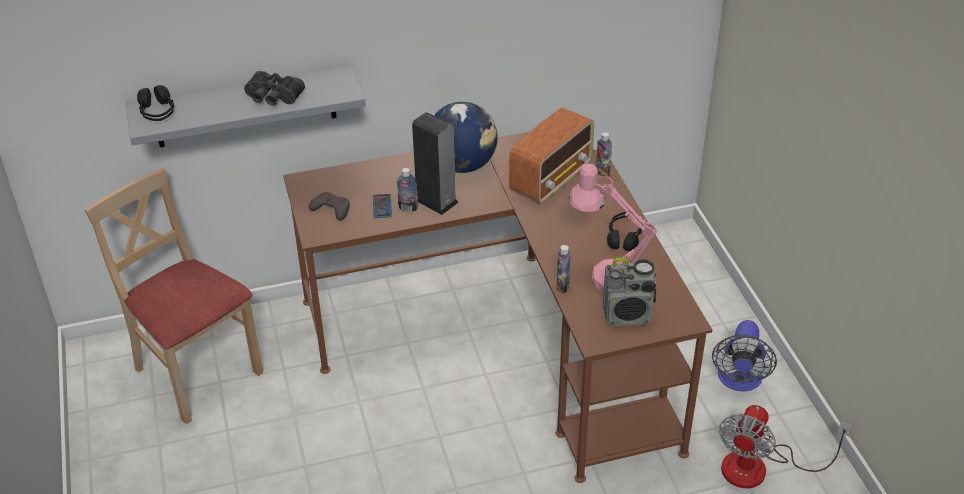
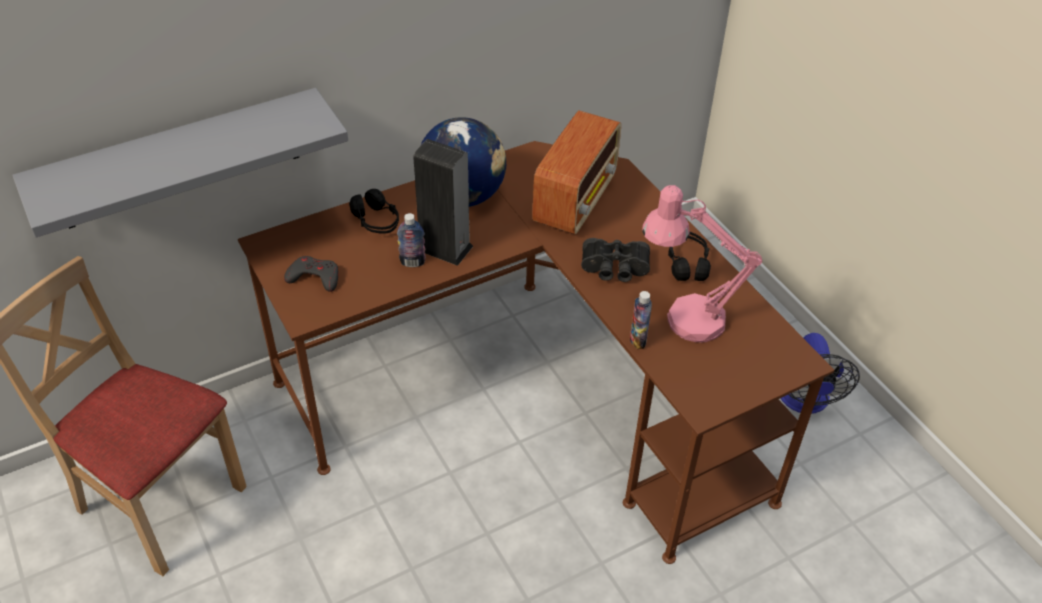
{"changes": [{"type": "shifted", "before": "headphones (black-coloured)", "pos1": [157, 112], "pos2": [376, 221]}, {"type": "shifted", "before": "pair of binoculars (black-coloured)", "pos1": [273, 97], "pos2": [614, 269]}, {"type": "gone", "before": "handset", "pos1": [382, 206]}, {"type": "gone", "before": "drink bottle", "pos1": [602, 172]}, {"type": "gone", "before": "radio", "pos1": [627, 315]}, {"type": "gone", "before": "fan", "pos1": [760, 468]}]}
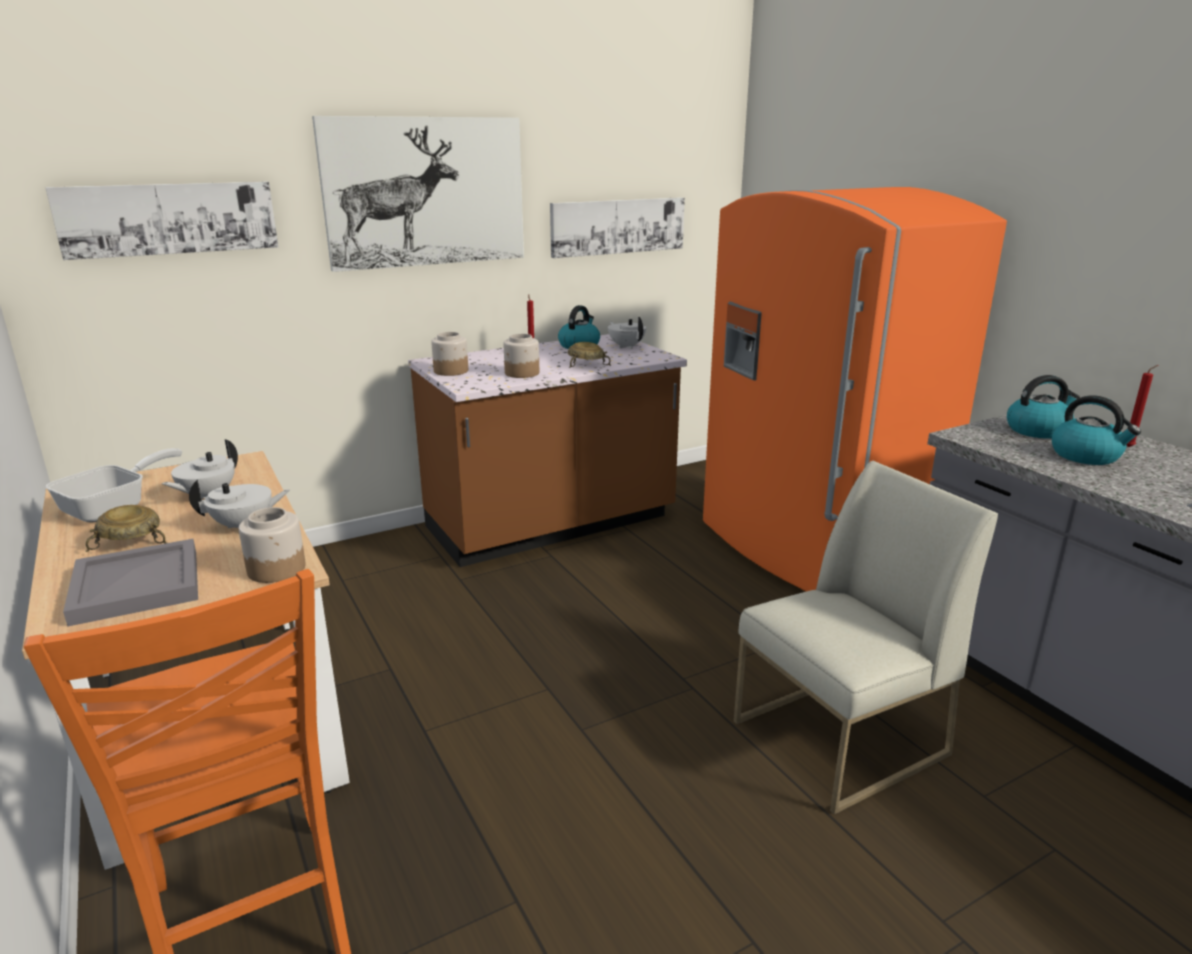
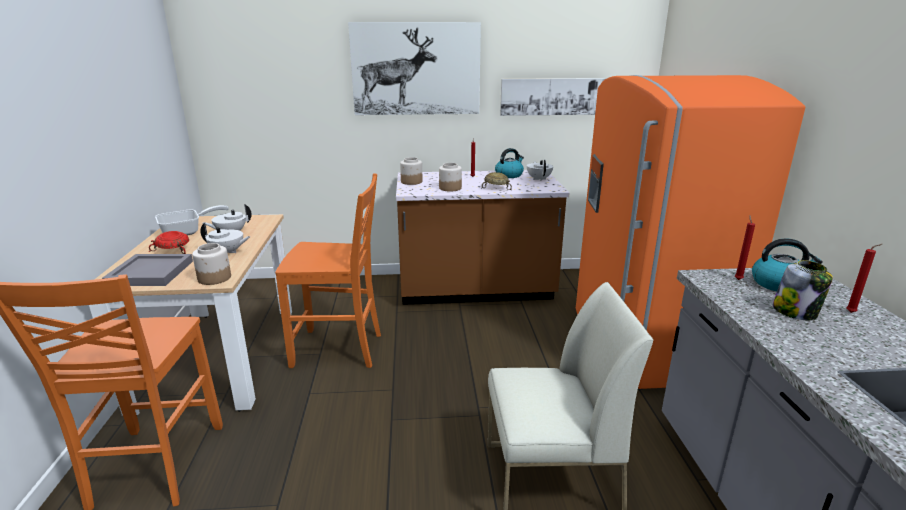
{"changes": [{"type": "gone", "before": "picture", "pos1": [169, 218]}, {"type": "repainted", "before": "deep dish (beige-coloured)", "after": "deep dish (red-coloured)", "pos1": [129, 542], "pos2": [173, 250]}, {"type": "swapped", "before": "tea kettle", "after": "preserve jar", "pos1": [1086, 456], "pos2": [795, 312]}, {"type": "new", "after": "upright chair (orangey)", "pos2": [339, 350]}, {"type": "new", "after": "wax light (red-coloured)", "pos2": [738, 279]}]}
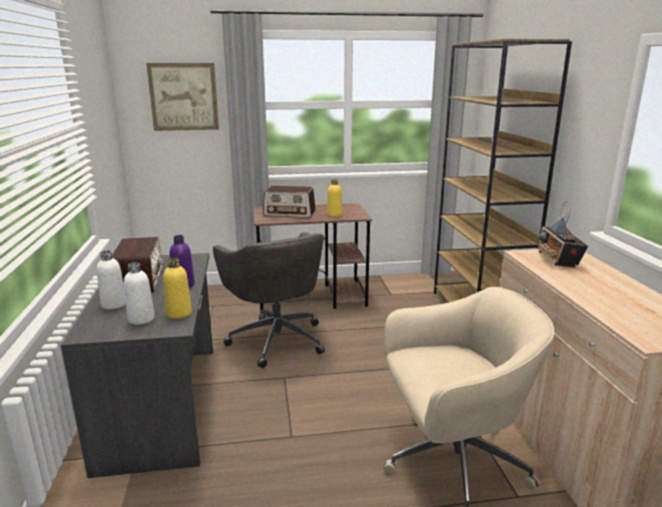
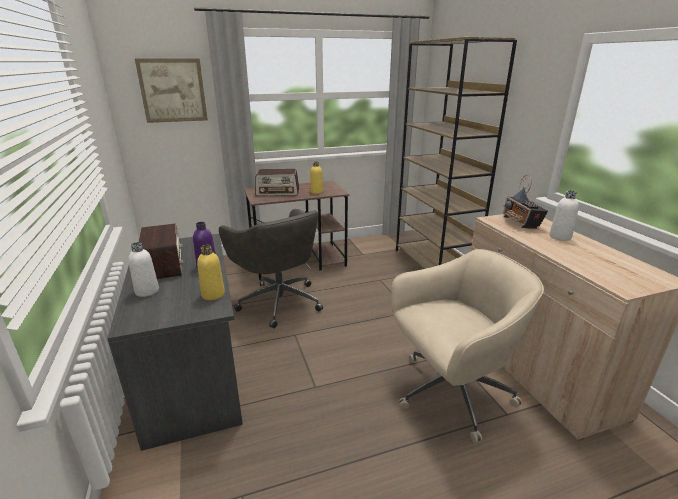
{"changes": [{"type": "shifted", "before": "drink bottle (whitish)", "pos1": [141, 319], "pos2": [560, 237]}]}
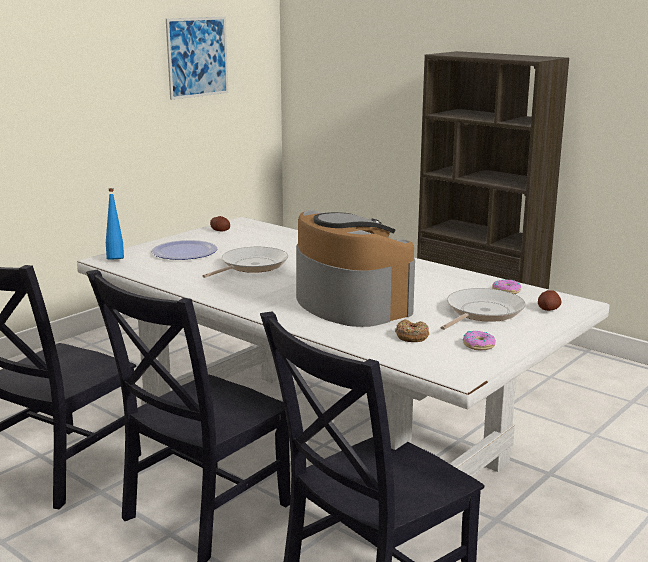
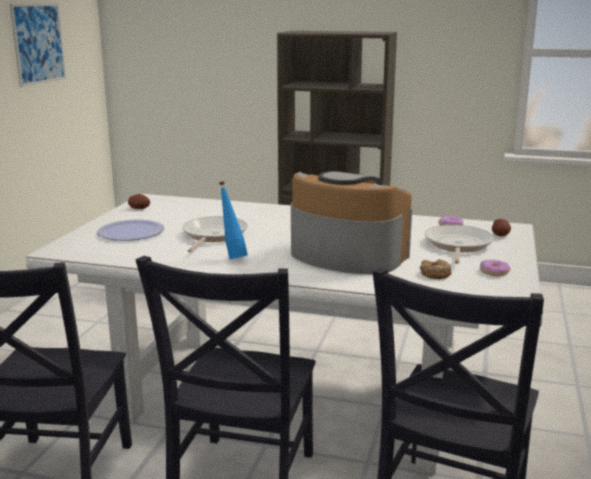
{"changes": [{"type": "shifted", "before": "drink bottle (blue-coloured)", "pos1": [115, 258], "pos2": [232, 257]}]}
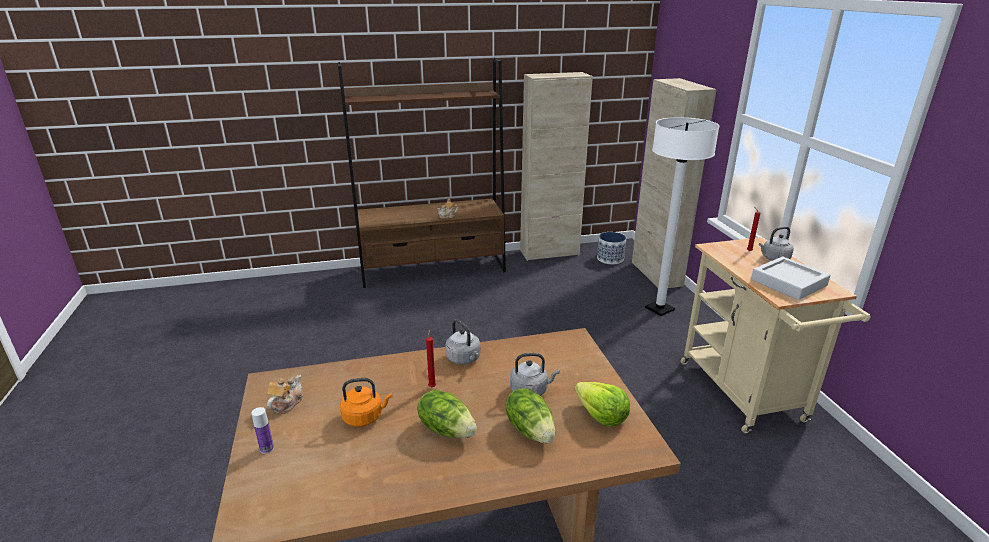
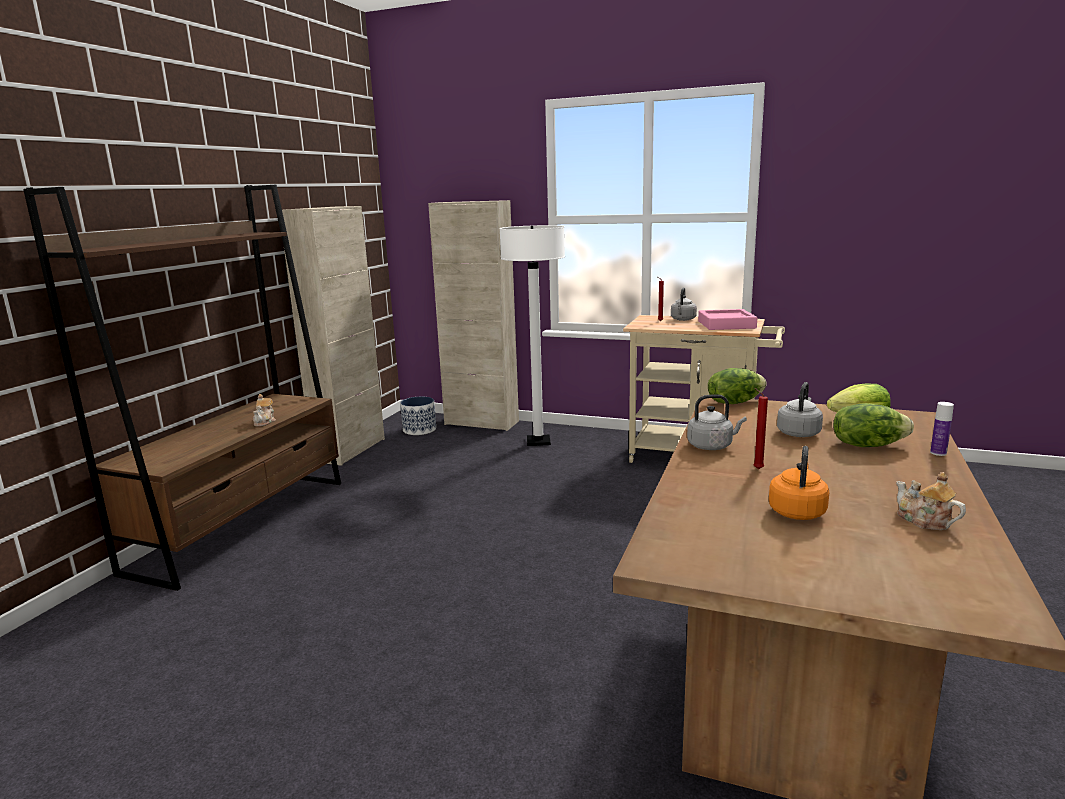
{"changes": [{"type": "shifted", "before": "drink bottle", "pos1": [267, 448], "pos2": [938, 453]}, {"type": "shifted", "before": "pot for tea", "pos1": [286, 403], "pos2": [924, 521]}, {"type": "shifted", "before": "lettuce head", "pos1": [447, 429], "pos2": [734, 402]}, {"type": "repainted", "before": "carrying tray (grey)", "after": "carrying tray (pink-coloured)", "pos1": [788, 282], "pos2": [726, 325]}]}
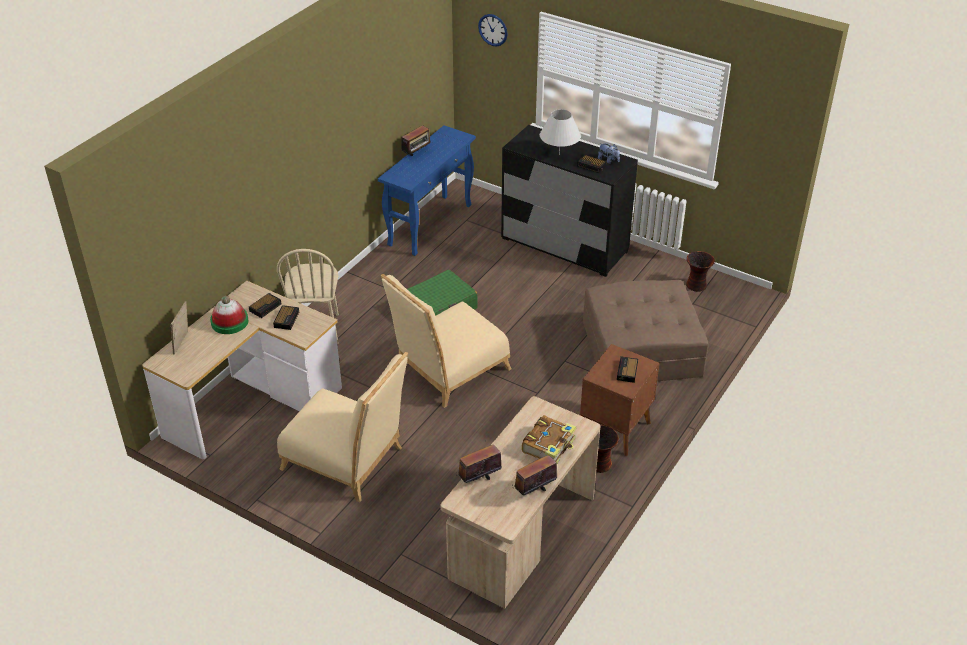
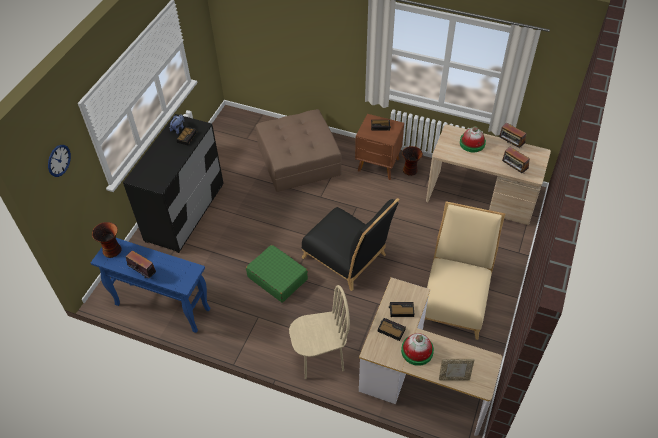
{"changes": [{"type": "repainted", "before": "upright chair (beige-coloured)", "after": "upright chair (black-coloured)", "pos1": [448, 371], "pos2": [348, 259]}, {"type": "swapped", "before": "bound book", "after": "wearable hat", "pos1": [549, 446], "pos2": [472, 143]}, {"type": "gone", "before": "tabletop lamp (whitish)", "pos1": [559, 154]}, {"type": "shifted", "before": "flower vase", "pos1": [697, 285], "pos2": [112, 250]}]}
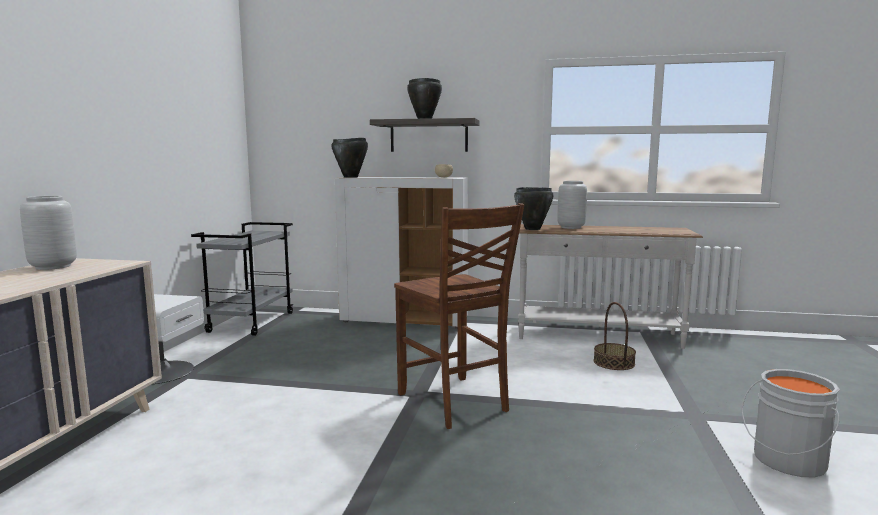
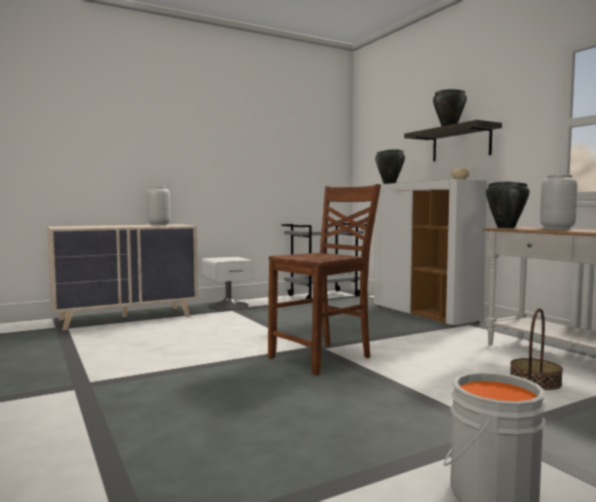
{"changes": [{"type": "rotated", "before": "upright chair (brownish)", "pos1": [454, 403], "pos2": [323, 358], "turn": -150}]}
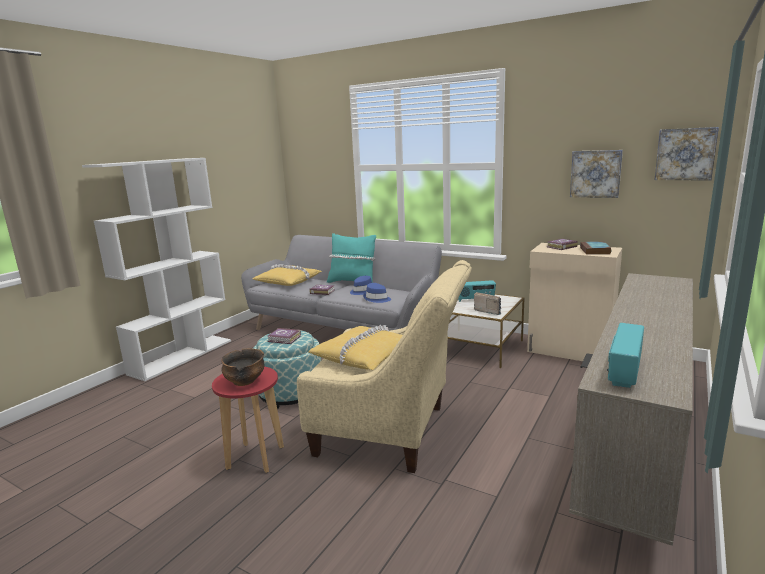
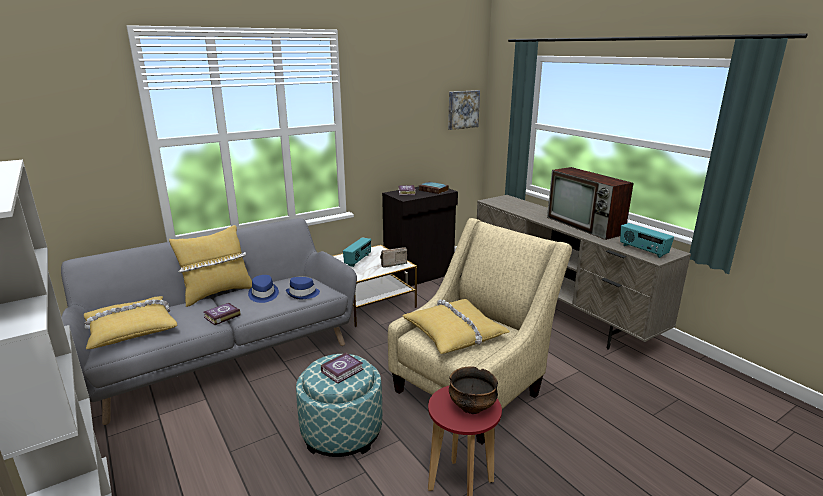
{"changes": [{"type": "repainted", "before": "cushion (turquoise-coloured)", "after": "cushion (yellow-coloured)", "pos1": [352, 282], "pos2": [217, 293]}, {"type": "repainted", "before": "storage cabinet (beige-coloured)", "after": "storage cabinet (black-coloured)", "pos1": [570, 351], "pos2": [420, 275]}, {"type": "gone", "before": "picture", "pos1": [595, 174]}, {"type": "new", "after": "TV set", "pos2": [585, 226]}]}
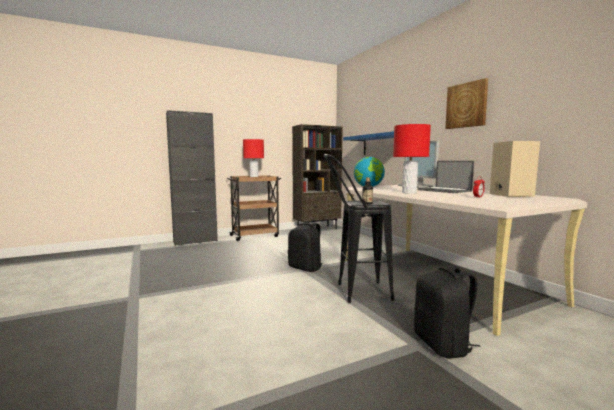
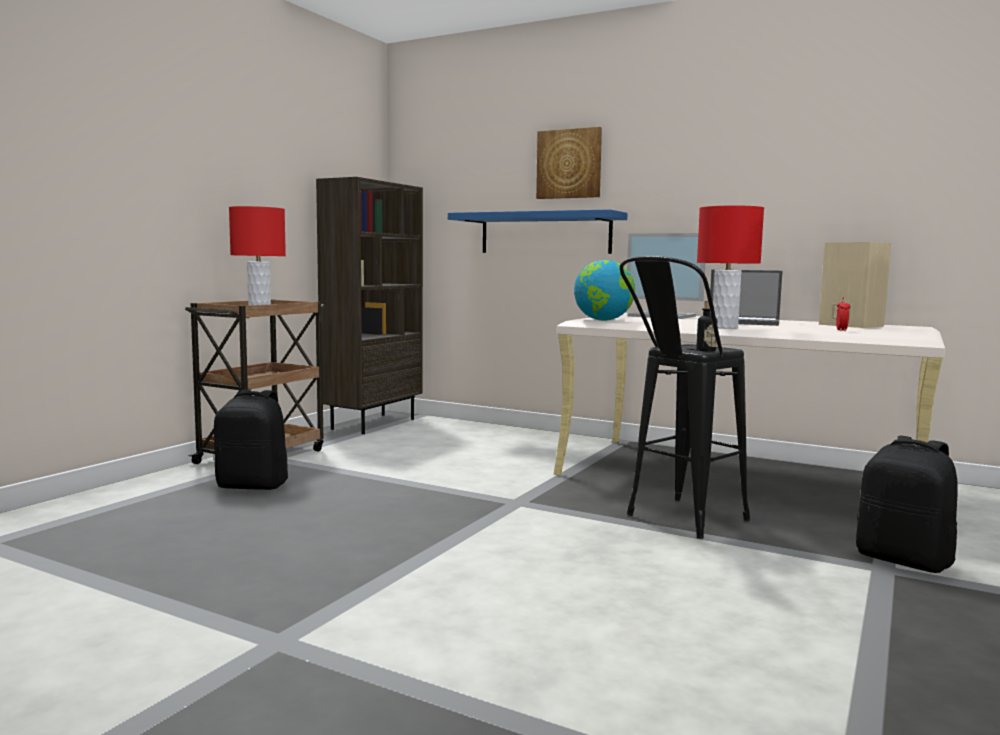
{"changes": [{"type": "gone", "before": "storage cabinet (black-coloured)", "pos1": [195, 241]}, {"type": "shifted", "before": "rucksack (black-coloured)", "pos1": [306, 268], "pos2": [253, 485]}, {"type": "shifted", "before": "picture", "pos1": [466, 105], "pos2": [569, 164]}]}
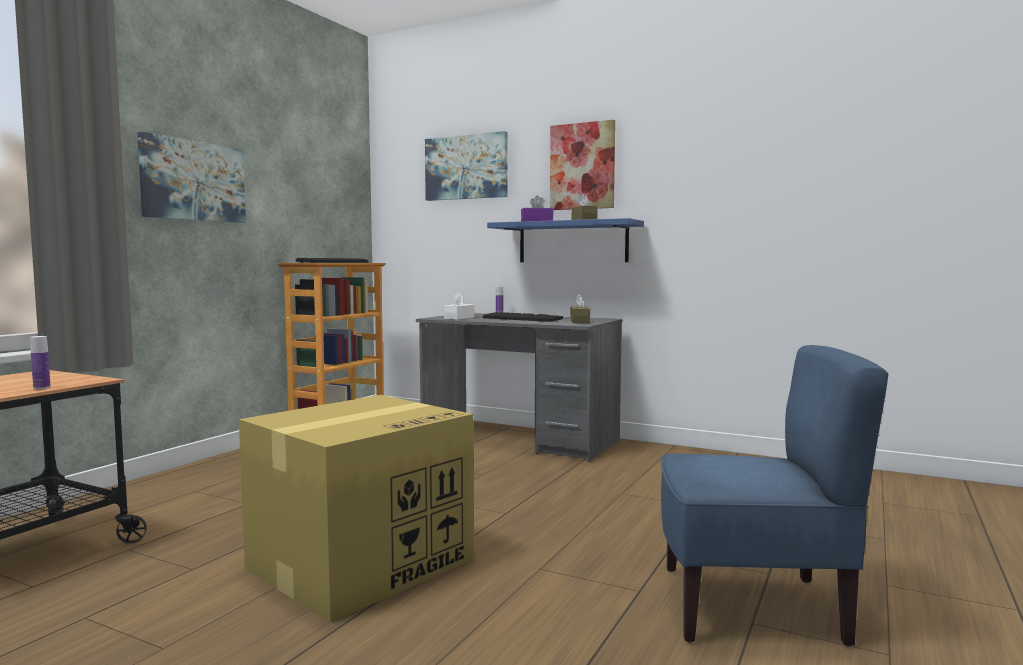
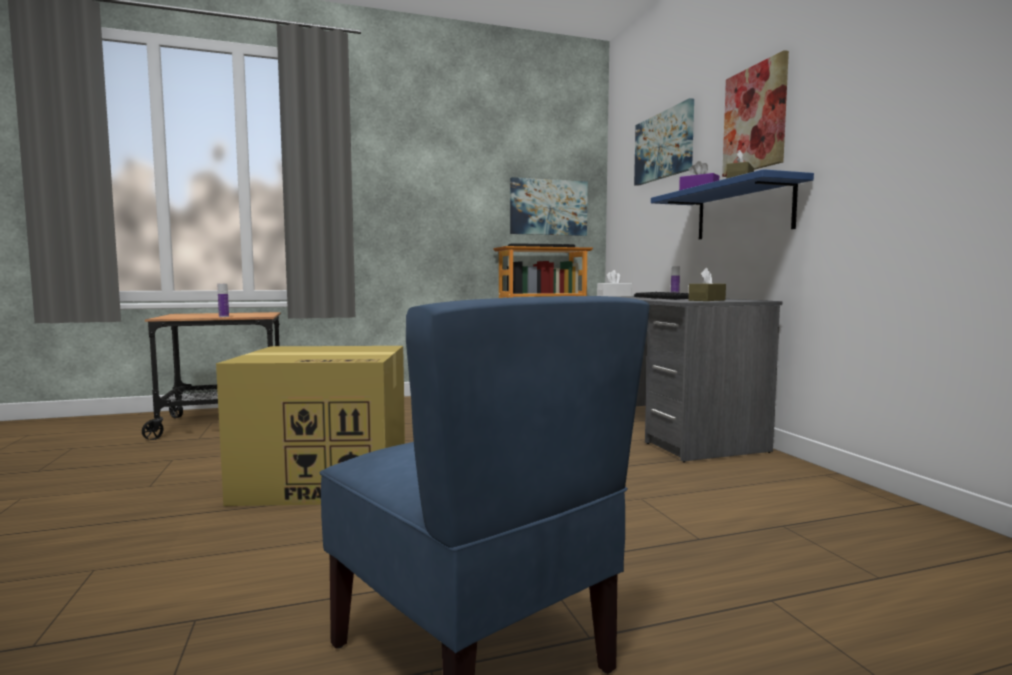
{"changes": [{"type": "shifted", "before": "picture", "pos1": [193, 181], "pos2": [548, 207]}]}
